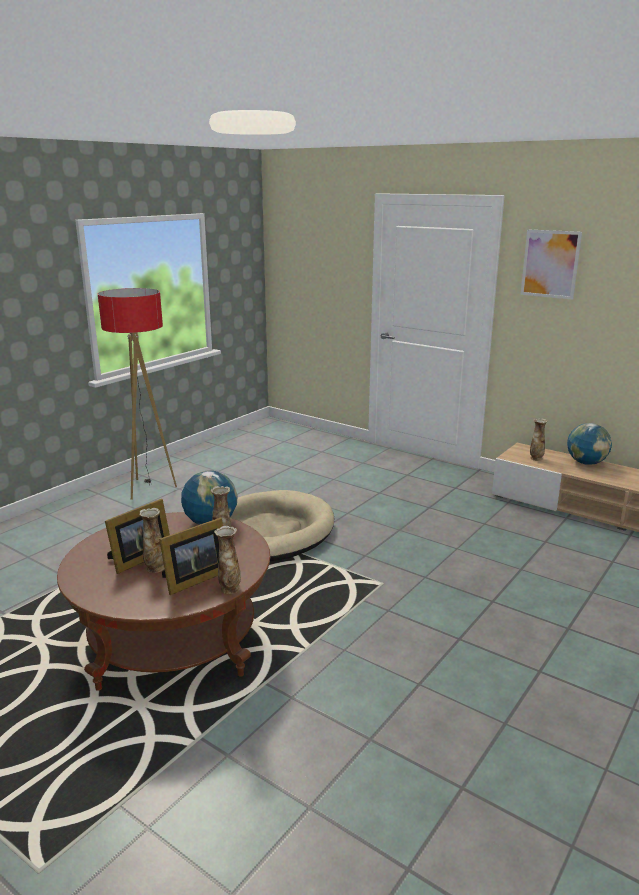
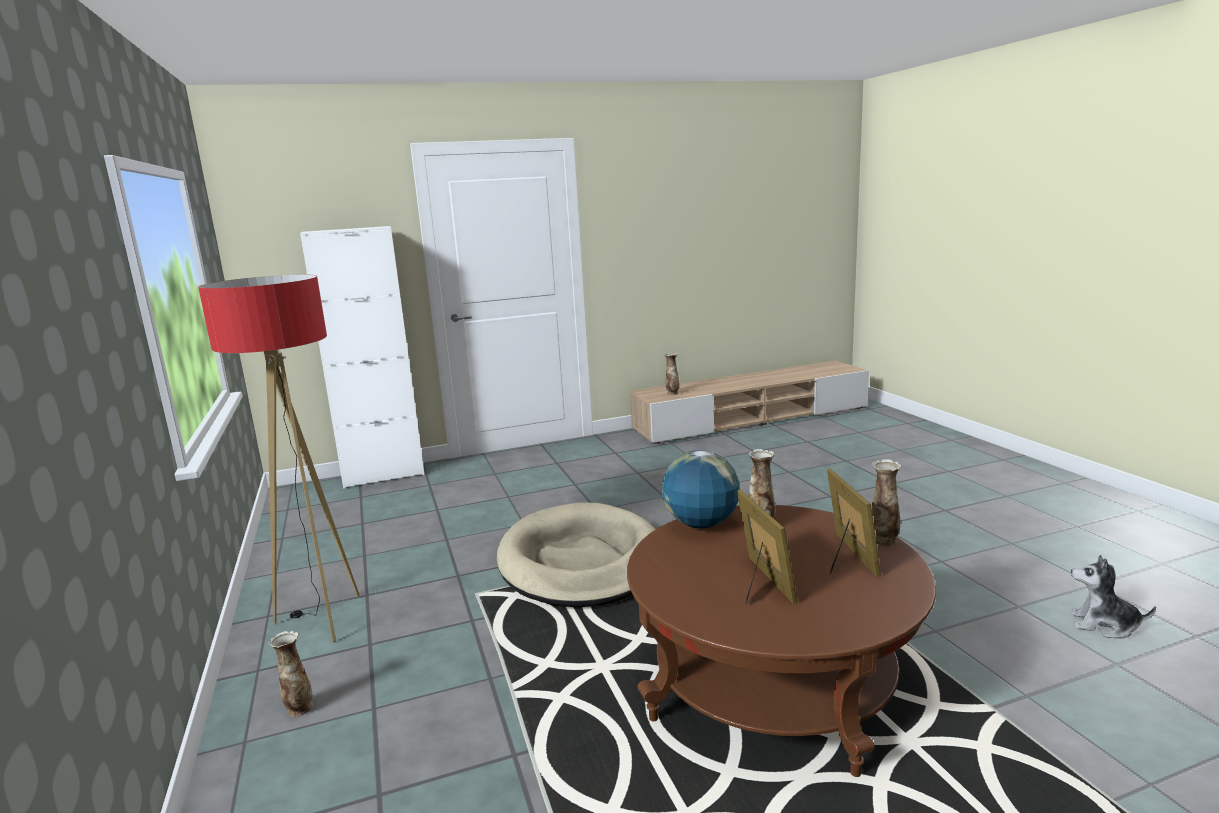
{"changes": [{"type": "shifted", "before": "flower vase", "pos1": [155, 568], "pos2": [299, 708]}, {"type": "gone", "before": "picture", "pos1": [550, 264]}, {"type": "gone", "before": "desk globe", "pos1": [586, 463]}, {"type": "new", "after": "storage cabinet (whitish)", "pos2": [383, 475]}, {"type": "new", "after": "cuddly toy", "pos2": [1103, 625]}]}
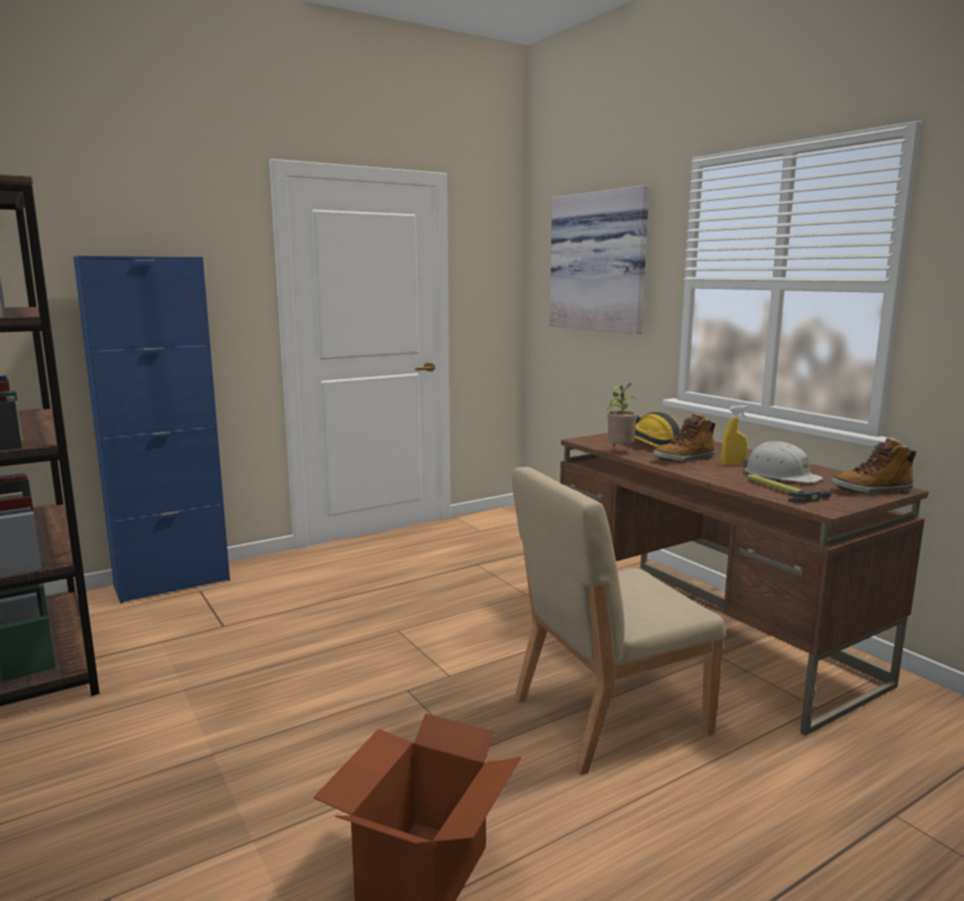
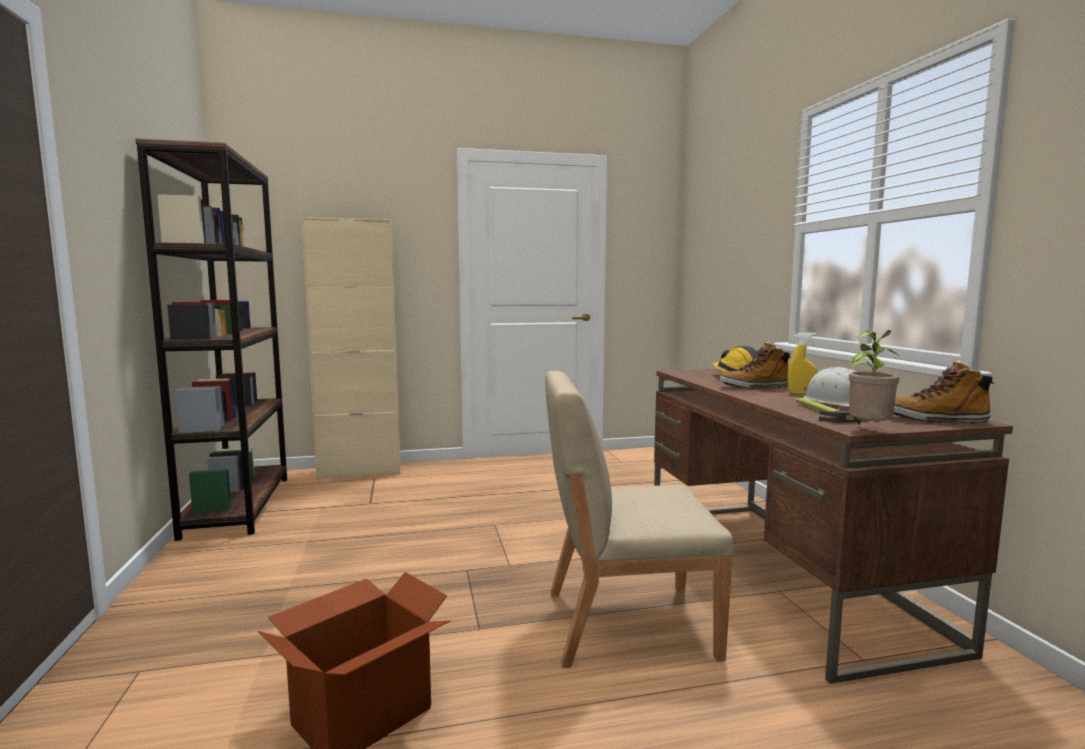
{"changes": [{"type": "repainted", "before": "storage cabinet (blue-coloured)", "after": "storage cabinet (beige-coloured)", "pos1": [172, 583], "pos2": [360, 471]}, {"type": "gone", "before": "picture", "pos1": [600, 262]}, {"type": "shifted", "before": "houseplant", "pos1": [620, 451], "pos2": [868, 431]}]}
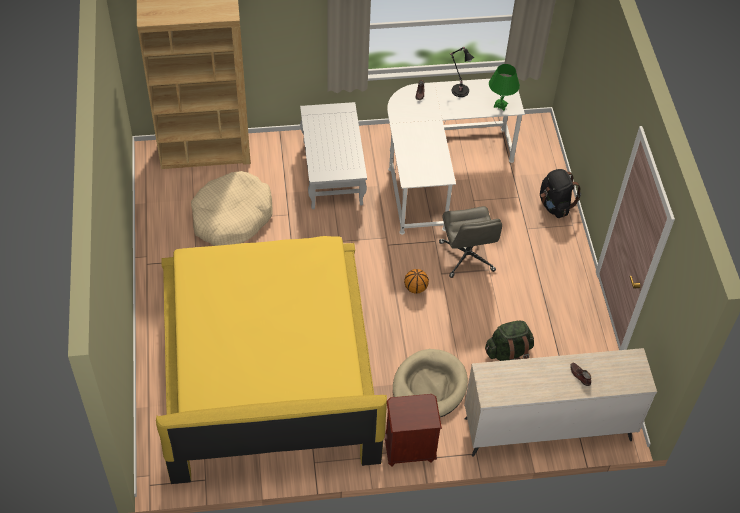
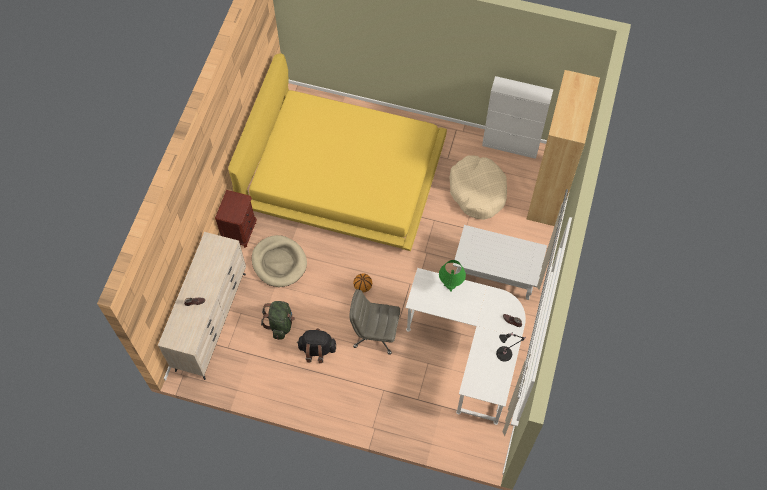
{"changes": [{"type": "shifted", "before": "tabletop lamp (greenish)", "pos1": [500, 105], "pos2": [450, 285]}, {"type": "shifted", "before": "rucksack (black-coloured)", "pos1": [554, 205], "pos2": [317, 349]}, {"type": "new", "after": "storage cabinet (whitish)", "pos2": [511, 145]}]}
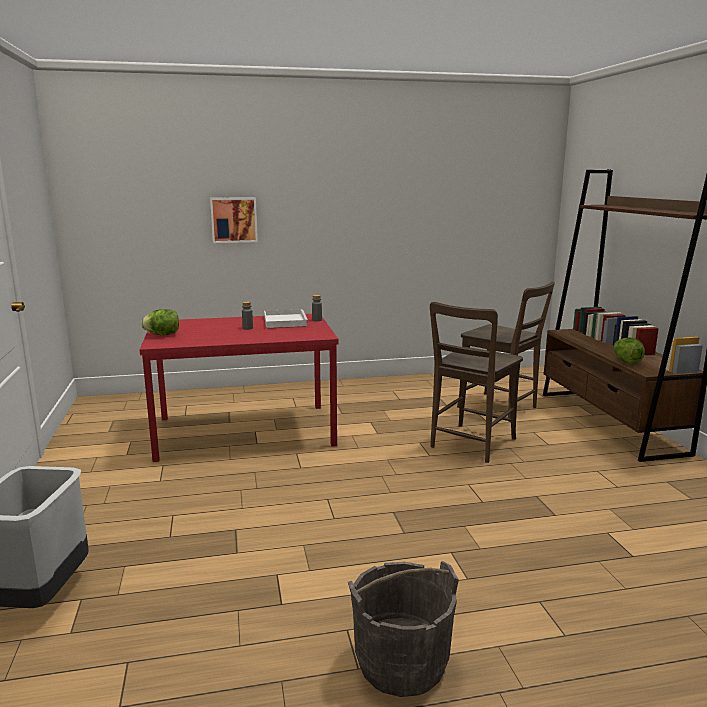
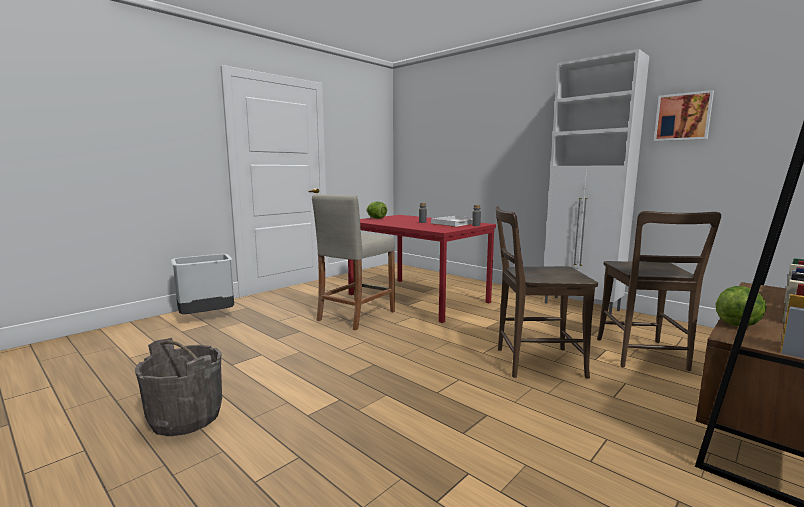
{"changes": [{"type": "shifted", "before": "picture", "pos1": [234, 220], "pos2": [683, 117]}, {"type": "new", "after": "sitting stool (beige-coloured)", "pos2": [356, 315]}, {"type": "new", "after": "storage cabinet (whitish)", "pos2": [581, 307]}]}
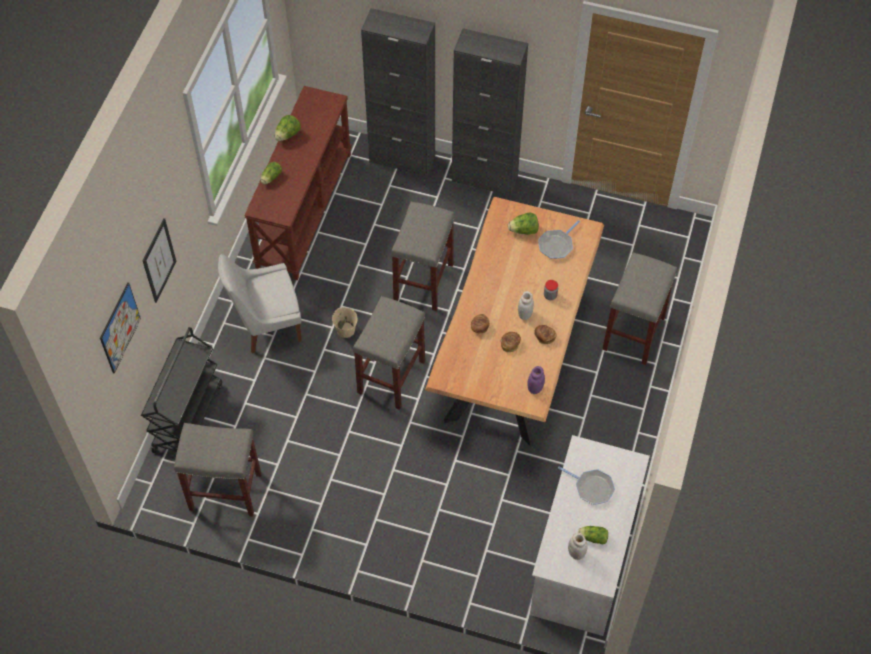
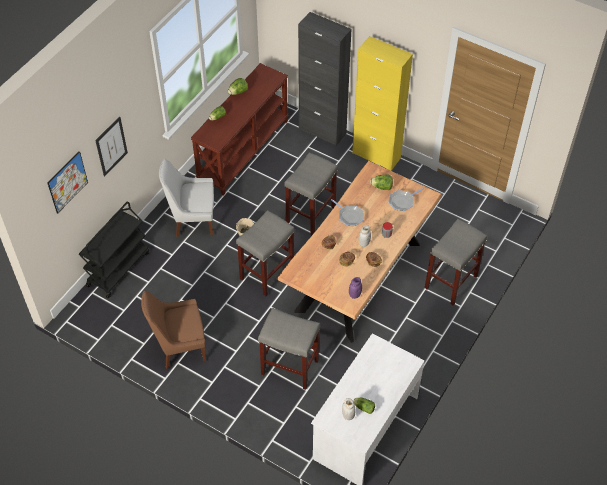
{"changes": [{"type": "shifted", "before": "sitting stool (grey)", "pos1": [224, 491], "pos2": [289, 367]}, {"type": "repainted", "before": "storage cabinet (black-coloured)", "after": "storage cabinet (yellow-coloured)", "pos1": [484, 178], "pos2": [376, 155]}, {"type": "shifted", "before": "skillet", "pos1": [592, 488], "pos2": [349, 216]}, {"type": "new", "after": "upright chair (brownish)", "pos2": [179, 346]}]}
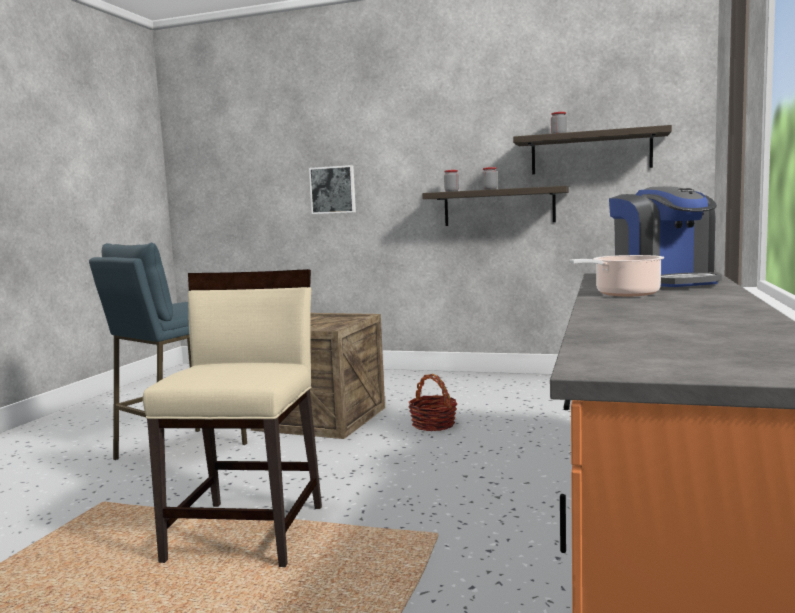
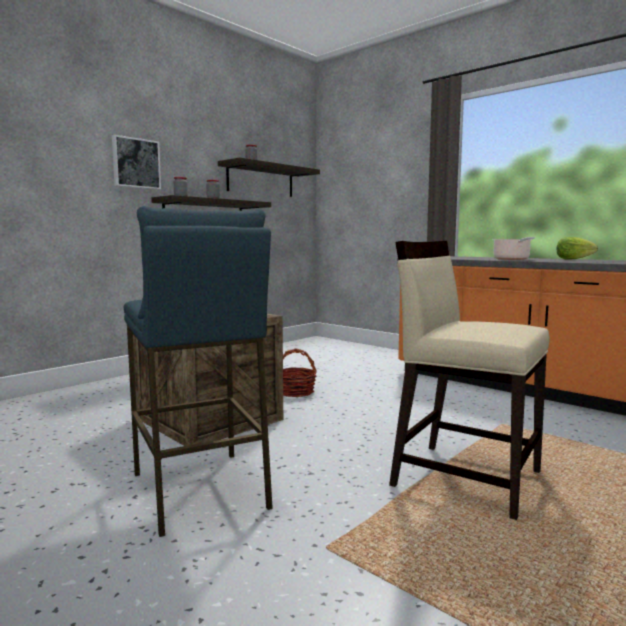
{"changes": [{"type": "shifted", "before": "picture", "pos1": [333, 190], "pos2": [135, 163]}, {"type": "gone", "before": "coffee brewer", "pos1": [663, 282]}, {"type": "new", "after": "lettuce head", "pos2": [573, 259]}]}
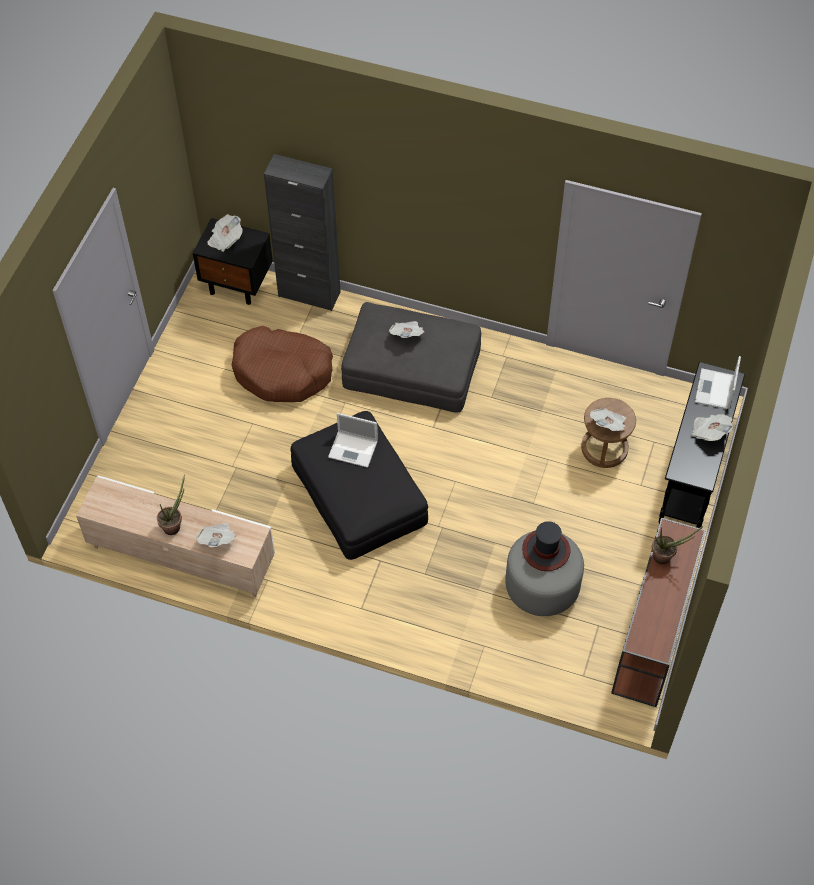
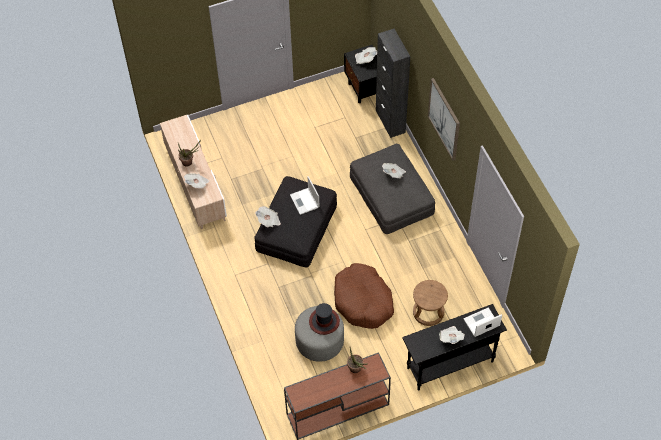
{"changes": [{"type": "shifted", "before": "dog bed (brownish)", "pos1": [282, 372], "pos2": [363, 301]}, {"type": "shifted", "before": "printed paper", "pos1": [608, 425], "pos2": [268, 221]}, {"type": "new", "after": "picture", "pos2": [444, 119]}]}
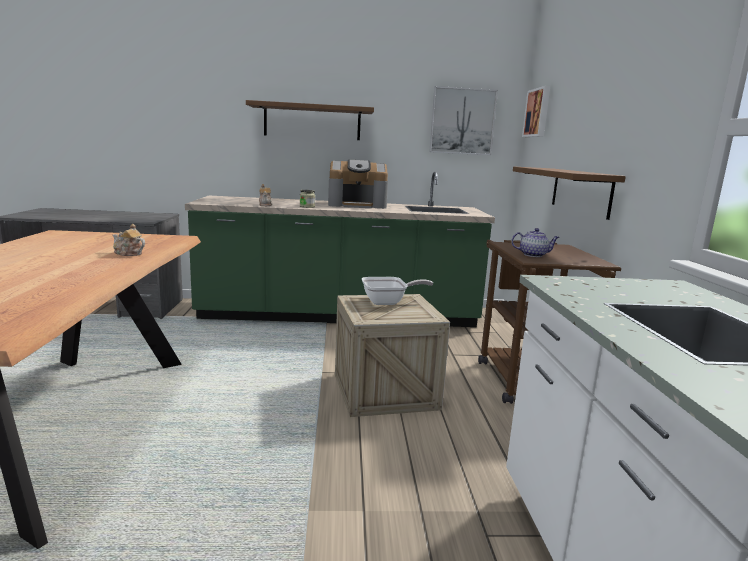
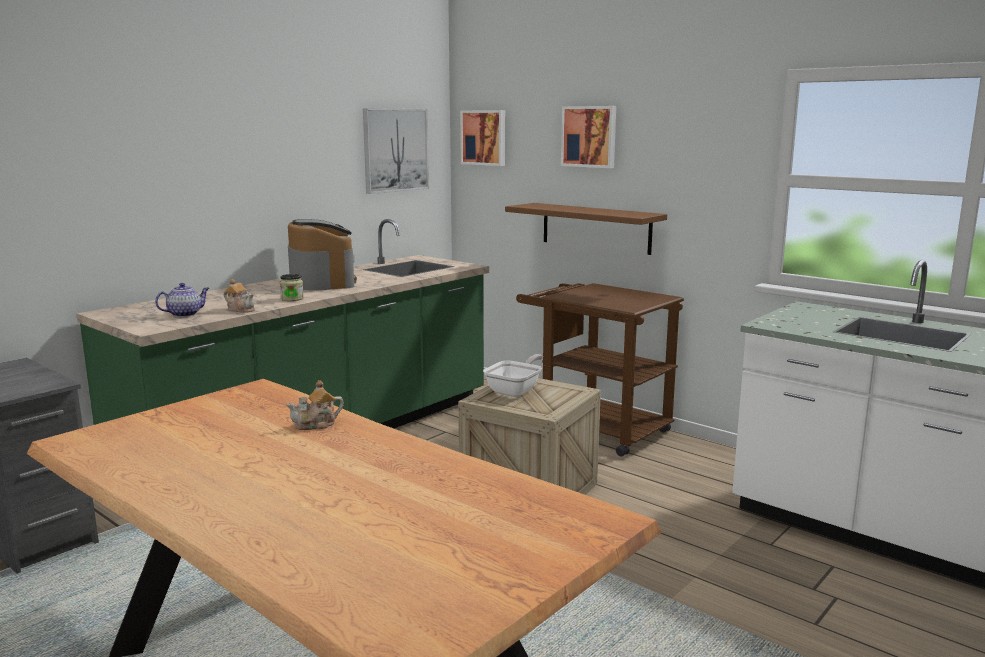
{"changes": [{"type": "gone", "before": "shelf (brownish)", "pos1": [312, 122]}, {"type": "rotated", "before": "coffee brewer", "pos1": [357, 205], "pos2": [322, 281], "turn": -60}, {"type": "shifted", "before": "pot for tea", "pos1": [533, 255], "pos2": [185, 314]}, {"type": "new", "after": "picture", "pos2": [589, 136]}]}
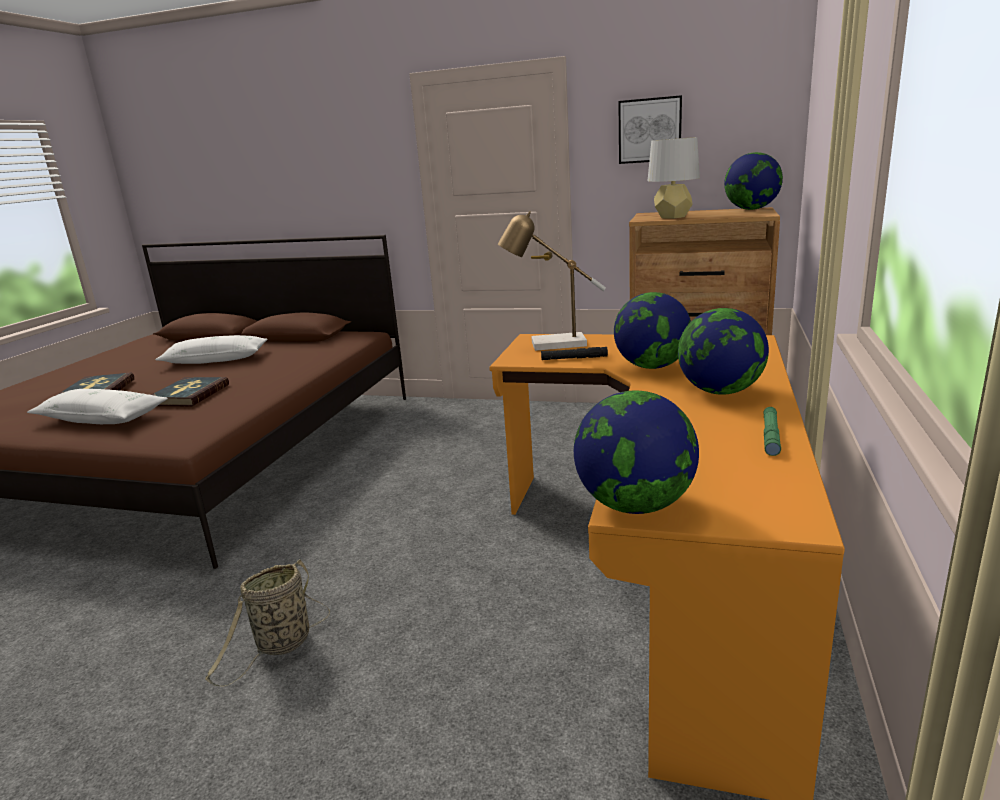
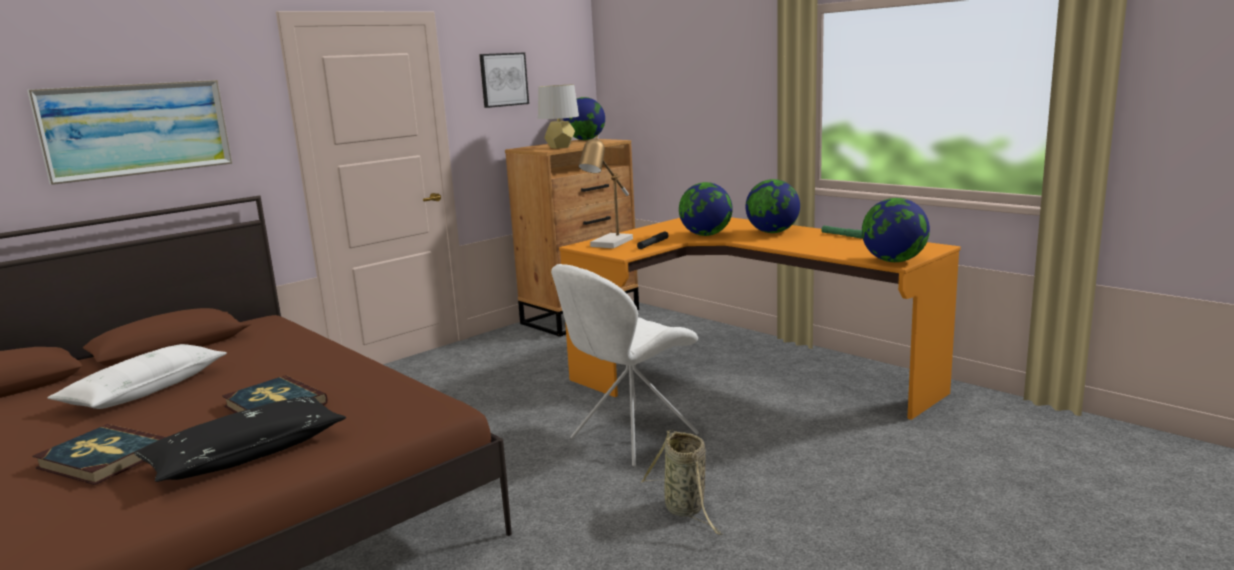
{"changes": [{"type": "repainted", "before": "cushion (whitish)", "after": "cushion (black-coloured)", "pos1": [102, 418], "pos2": [247, 454]}, {"type": "new", "after": "picture", "pos2": [136, 129]}, {"type": "new", "after": "upright chair (whitish)", "pos2": [630, 438]}]}
